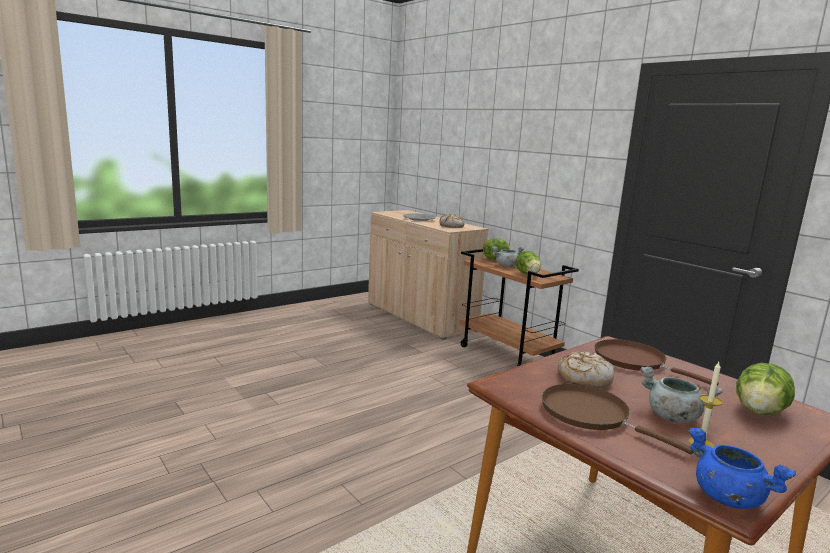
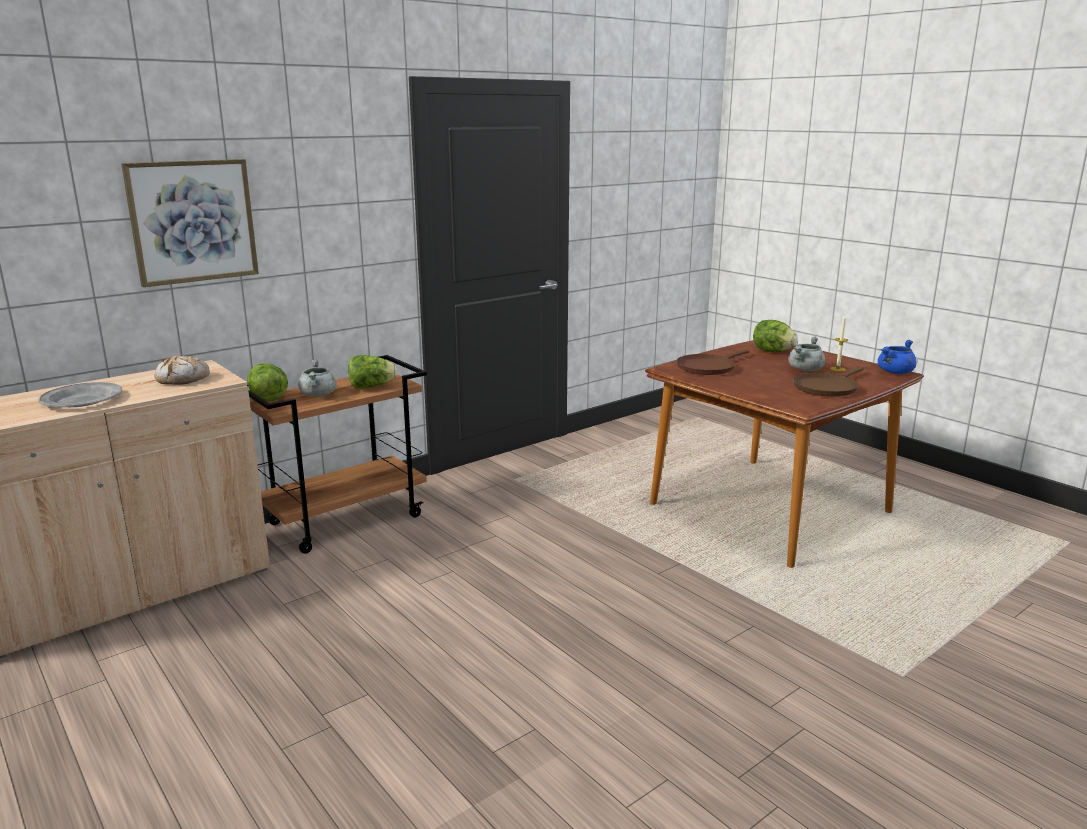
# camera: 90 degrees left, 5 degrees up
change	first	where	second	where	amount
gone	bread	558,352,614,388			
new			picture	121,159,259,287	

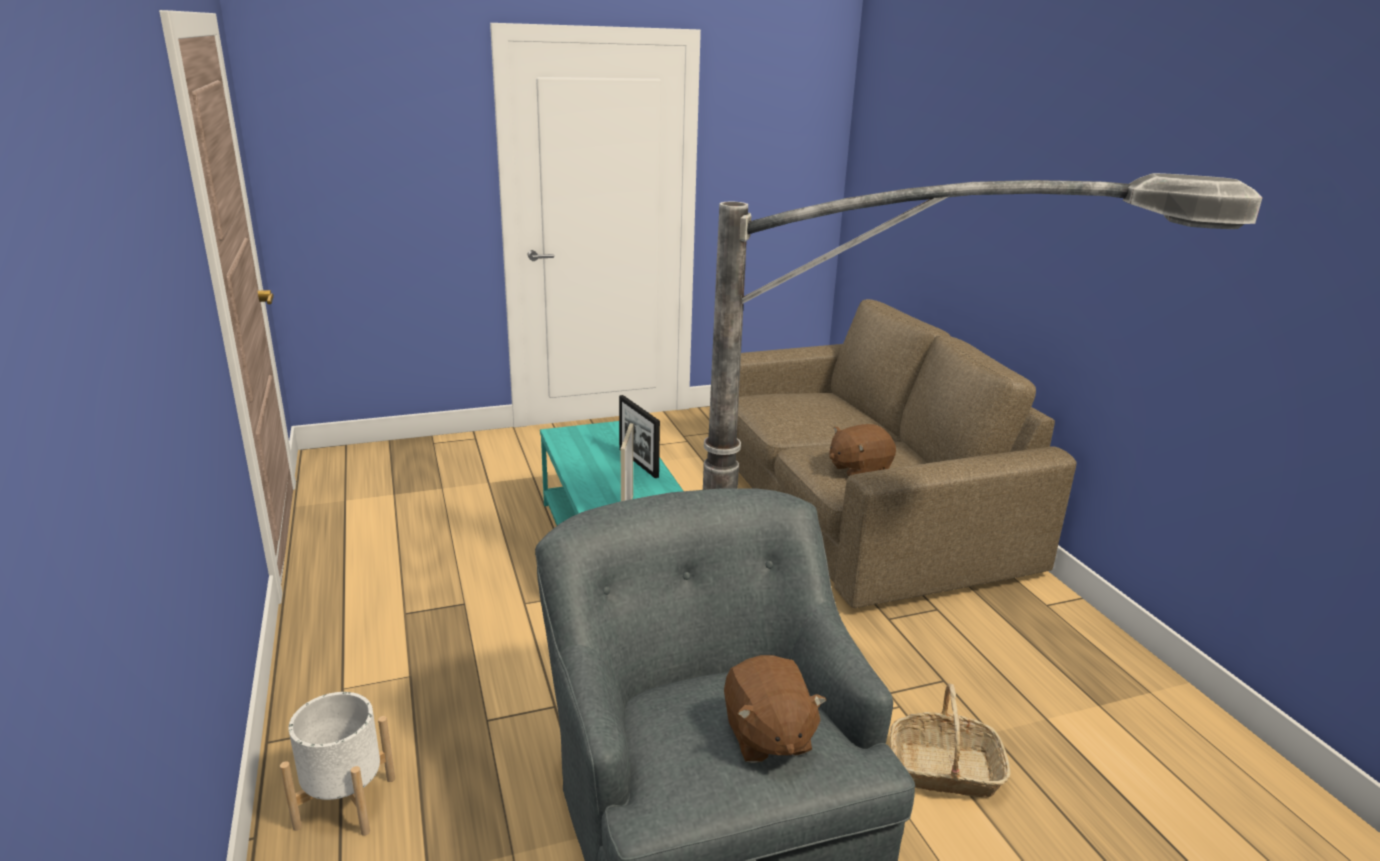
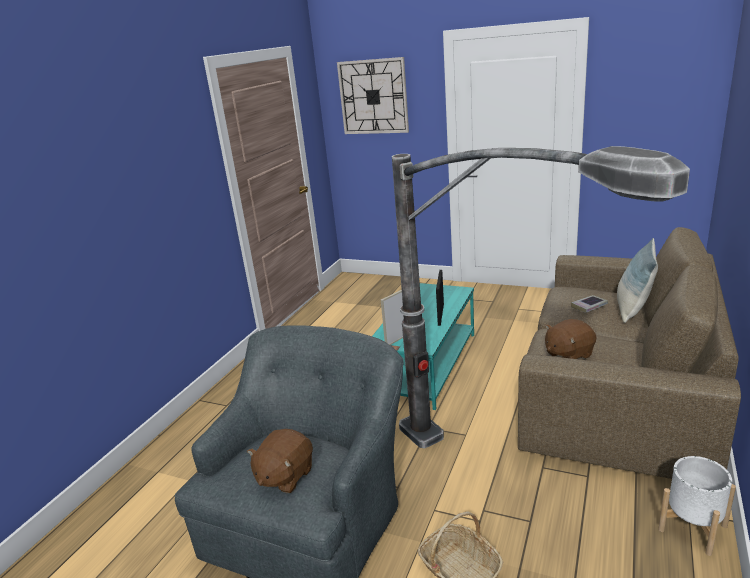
# camera: 45 degrees right, 0 degrees up
change	first	where	second	where	amount
shifted	white_planter	280,692,395,836		658,456,736,556	
rotated	brown_plush_toy	829,424,896,476		545,319,596,359	45 degrees counterclockwise
new			wall_clock	337,57,409,134	
new			book	571,295,608,313	
new			pillow	617,238,658,323	

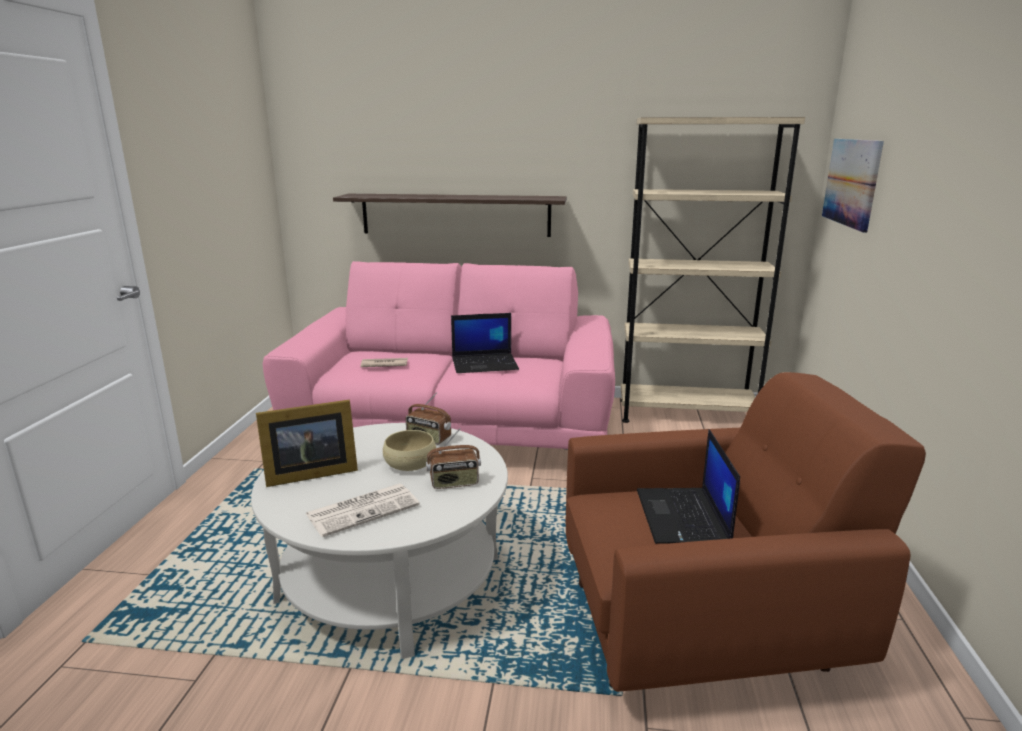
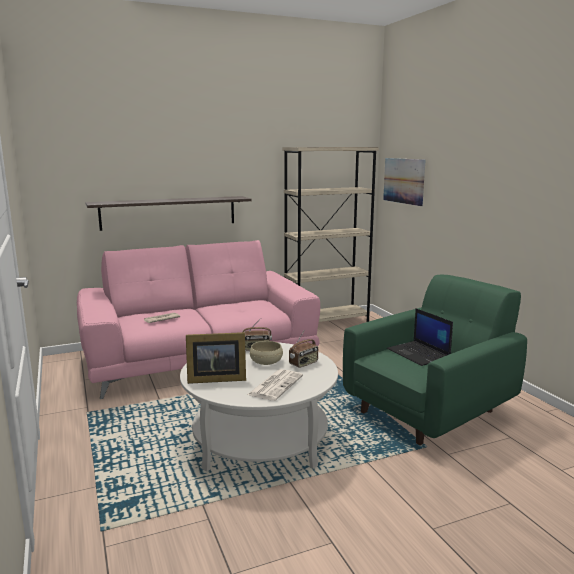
# camera: 30 degrees left, 5 degrees down
change	first	where	second	where	amount
rotated	picture_frame	256,400,358,487		186,332,246,384	45 degrees clockwise
gone	laptop	451,313,519,373			
repainted	brown_armchair	565,372,926,692	green_armchair	343,275,527,445	

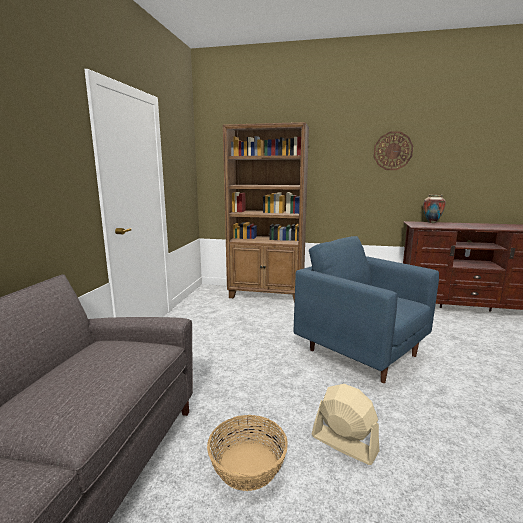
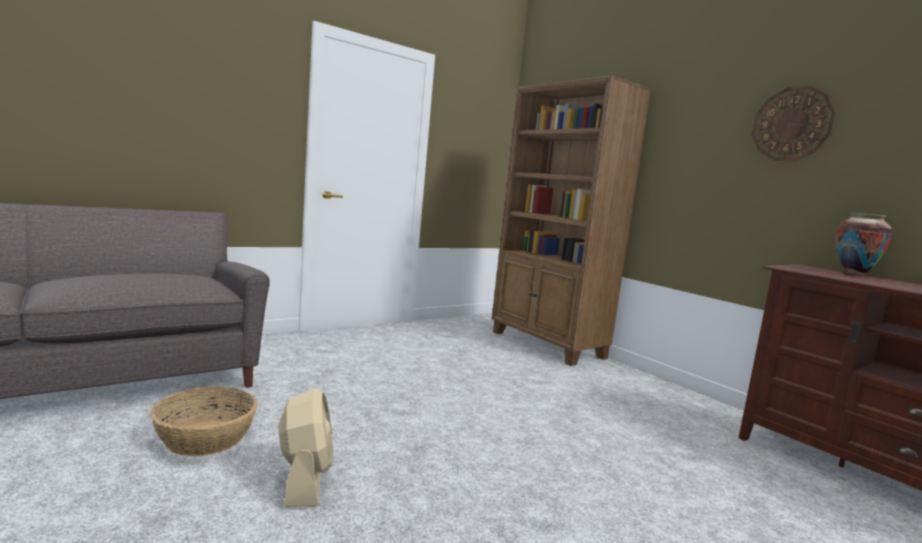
# camera: 40 degrees right, 5 degrees down
change	first	where	second	where	amount
gone	blue_armchair	294,236,439,383			

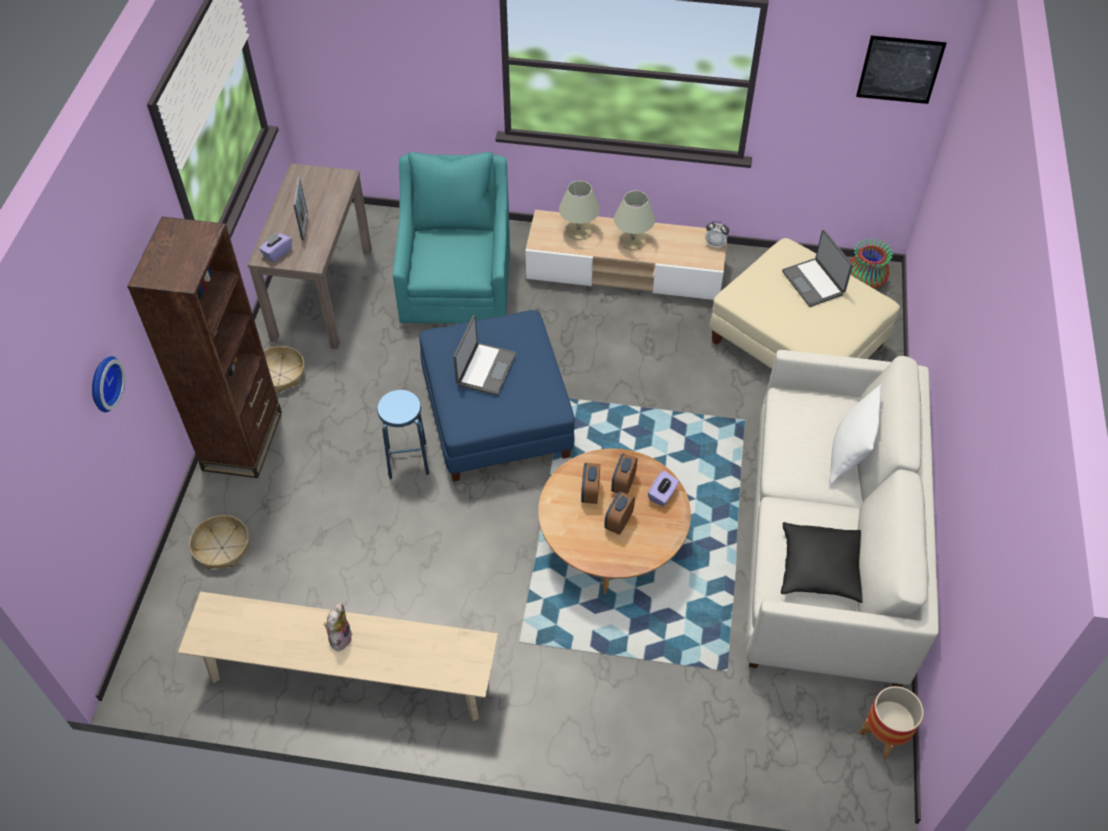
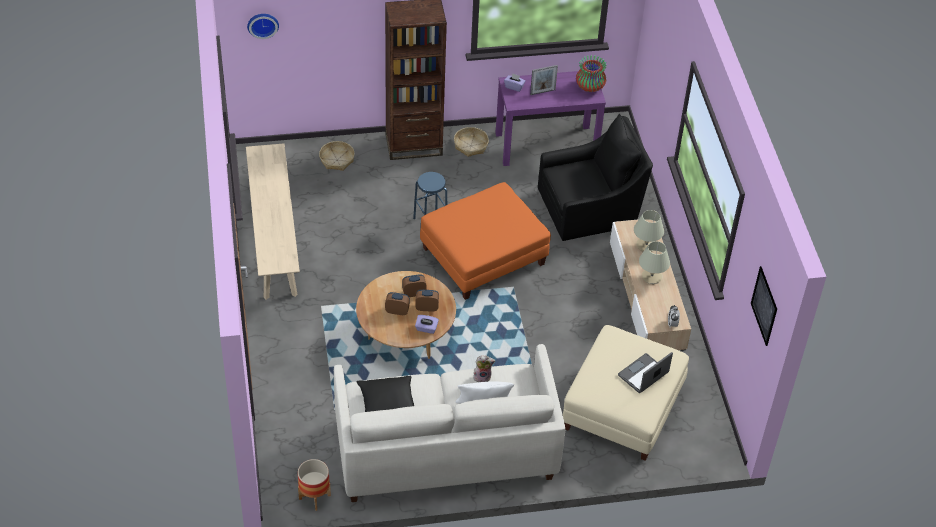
# camera: 70 degrees right, 5 degrees down
change	first	where	second	where	amount
shifted	wall_clock	92,356,125,412		247,14,279,39	
repainted	brown_console_table	248,163,372,349	purple_console_table	495,71,606,166	
shifted	plush_toy	324,602,353,651		473,355,495,382	
repainted	turquoise_armchair	393,152,510,324	black_armchair	538,113,653,241	
repainted	blue_ottoman	419,310,575,482	orange_ottoman	420,182,551,300	
gone	laptop	453,315,516,395			
shifted	vase	850,239,893,289		576,55,607,92	

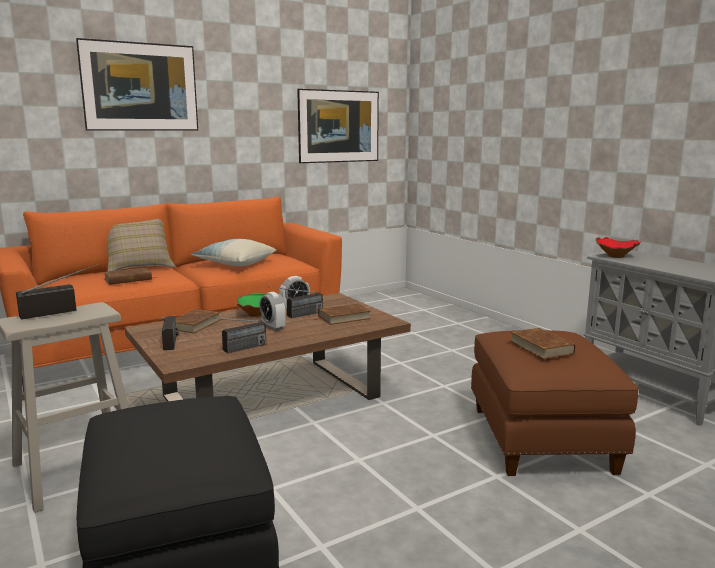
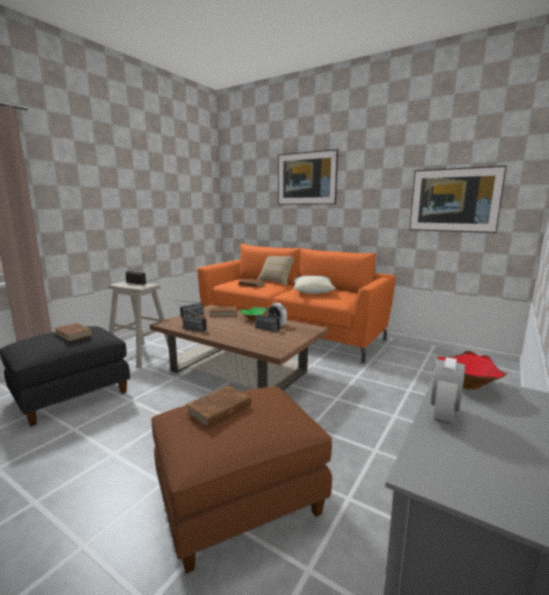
# camera: 65 degrees right, 0 degrees up
change	first	where	second	where	amount
shifted	alarm_clock	260,292,286,331		431,357,465,425	
shifted	brown_book	314,304,371,325		54,323,93,341	

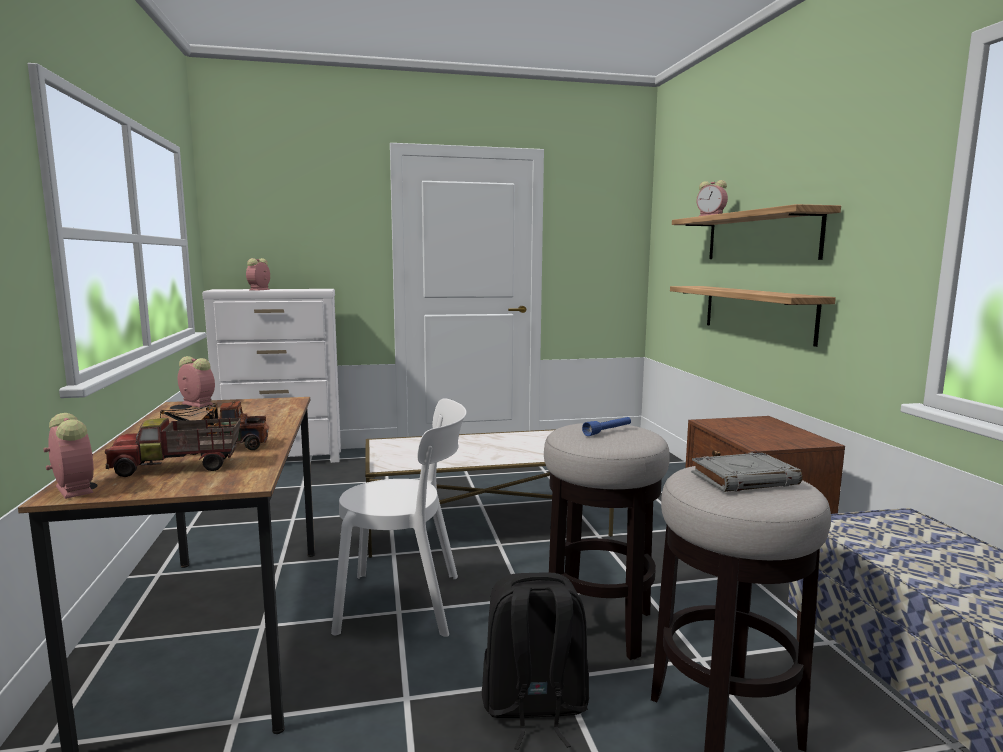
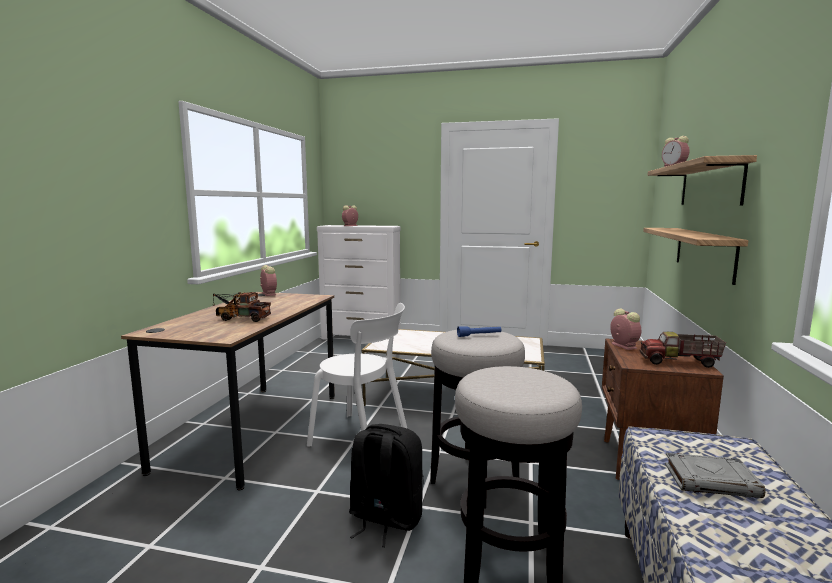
# camera: 25 degrees right, 0 degrees up
change	first	where	second	where	amount
shifted	alarm_clock	43,413,94,499		610,309,641,350	
shifted	toy_truck	105,418,241,477		640,332,726,368	
shifted	grey_book	691,452,802,492		665,453,765,498	

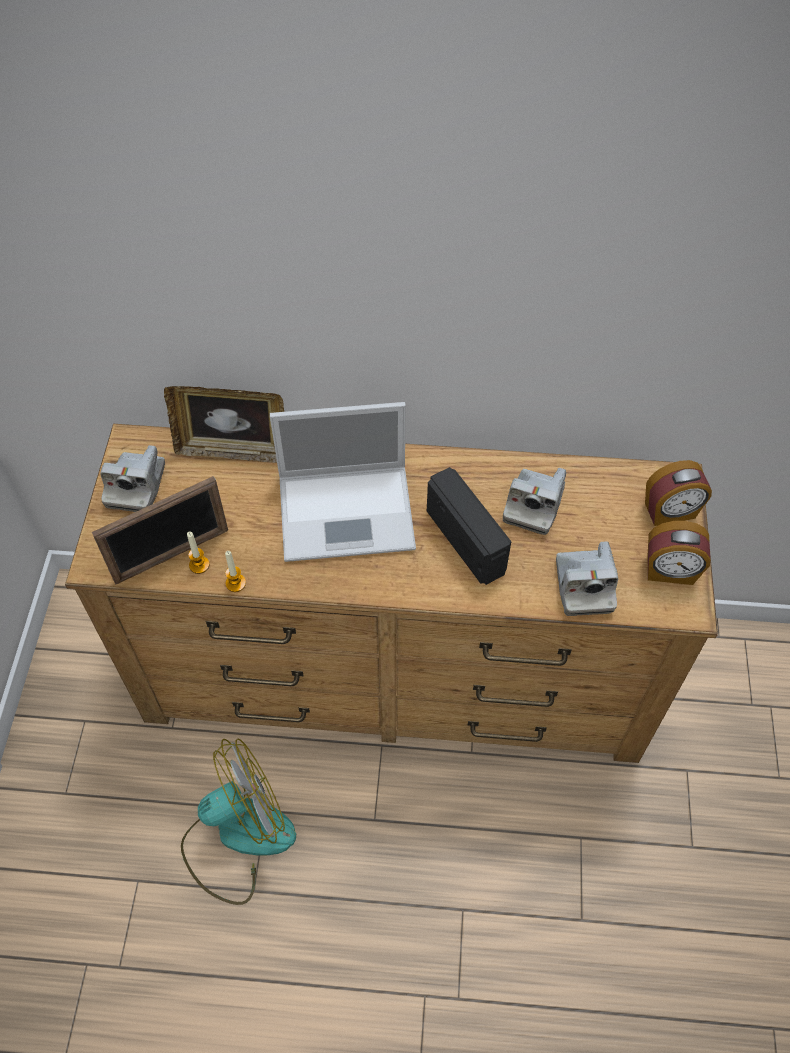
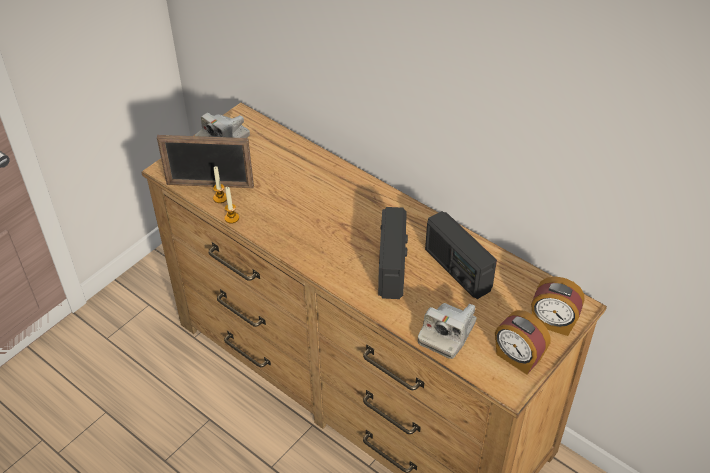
# camera: 35 degrees right, 10 degrees down
change	first	where	second	where	amount
gone	picture_frame	164,386,284,463			
gone	fan	181,738,296,905			
gone	laptop	270,402,416,562			
swapped	photo_camera	503,468,566,535	radio	425,211,497,299	

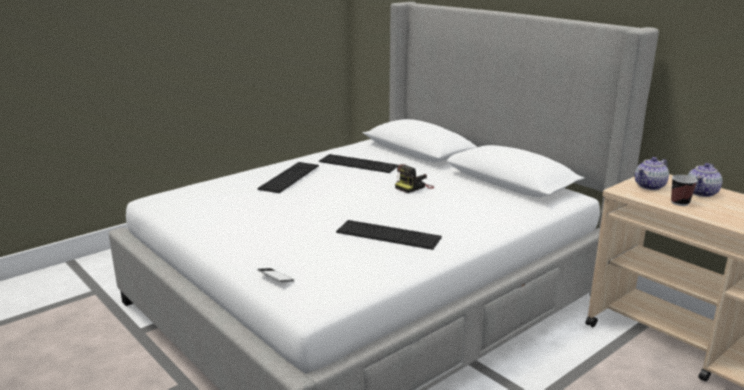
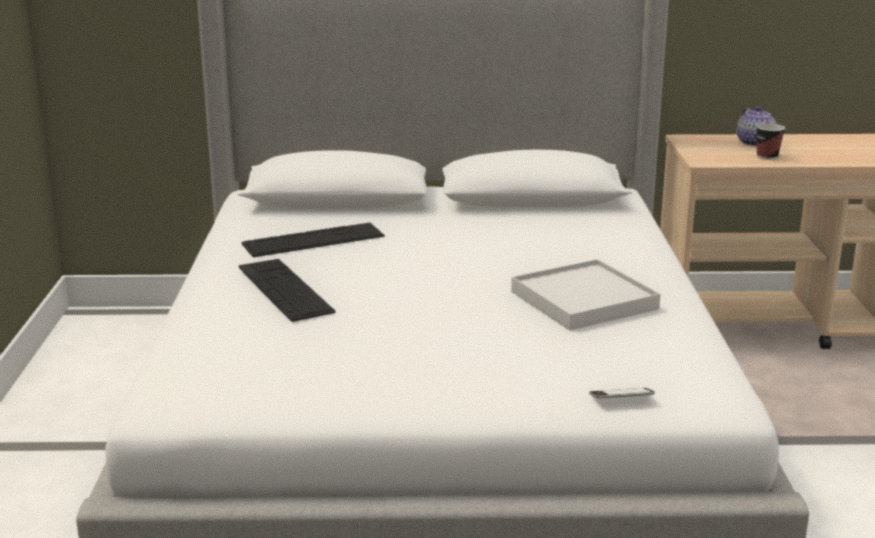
# camera: 50 degrees left, 0 degrees up
change	first	where	second	where	amount
swapped	keyboard	336,220,442,250	white_tray	511,259,661,330	
gone	photo_camera	395,164,434,193			
gone	teapot	635,157,669,190			

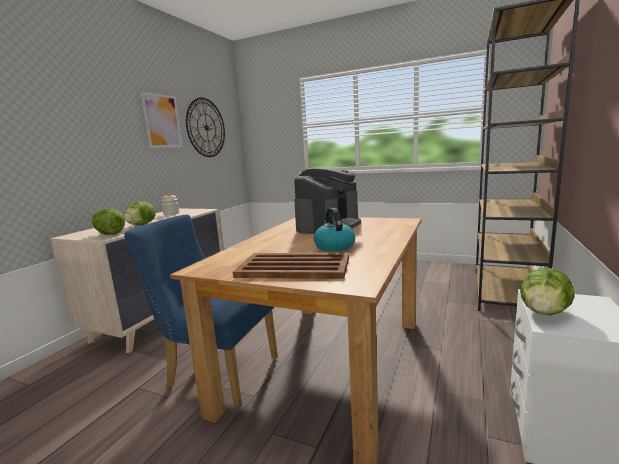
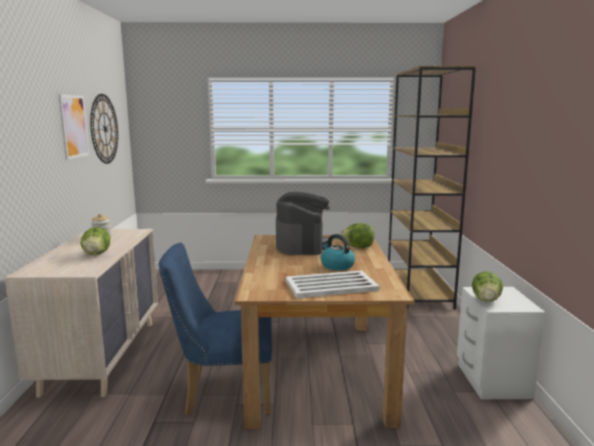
# camera: 25 degrees left, 0 degrees up
change	first	where	second	where	amount
shifted	lettuce	92,208,125,235		340,223,374,248	
repainted	brown_tray	233,253,349,279	white_tray	286,270,380,298	

